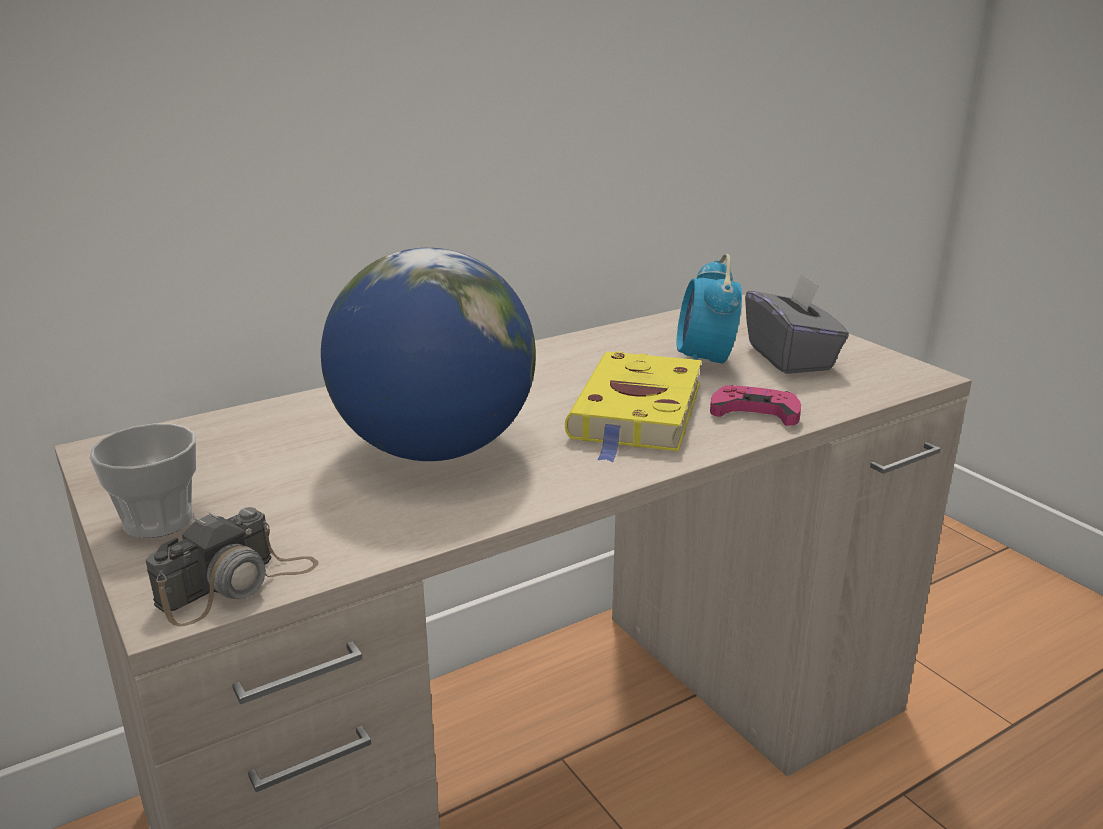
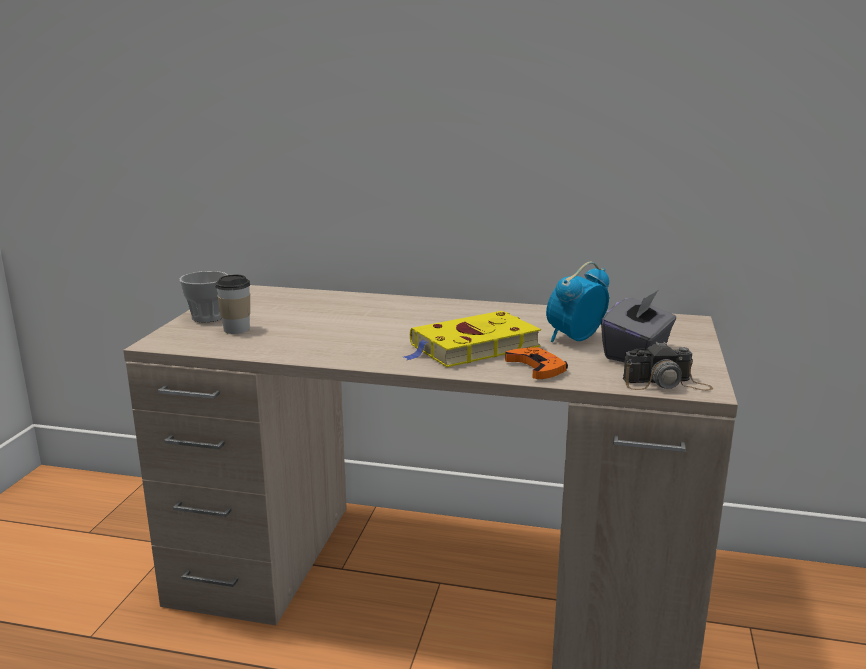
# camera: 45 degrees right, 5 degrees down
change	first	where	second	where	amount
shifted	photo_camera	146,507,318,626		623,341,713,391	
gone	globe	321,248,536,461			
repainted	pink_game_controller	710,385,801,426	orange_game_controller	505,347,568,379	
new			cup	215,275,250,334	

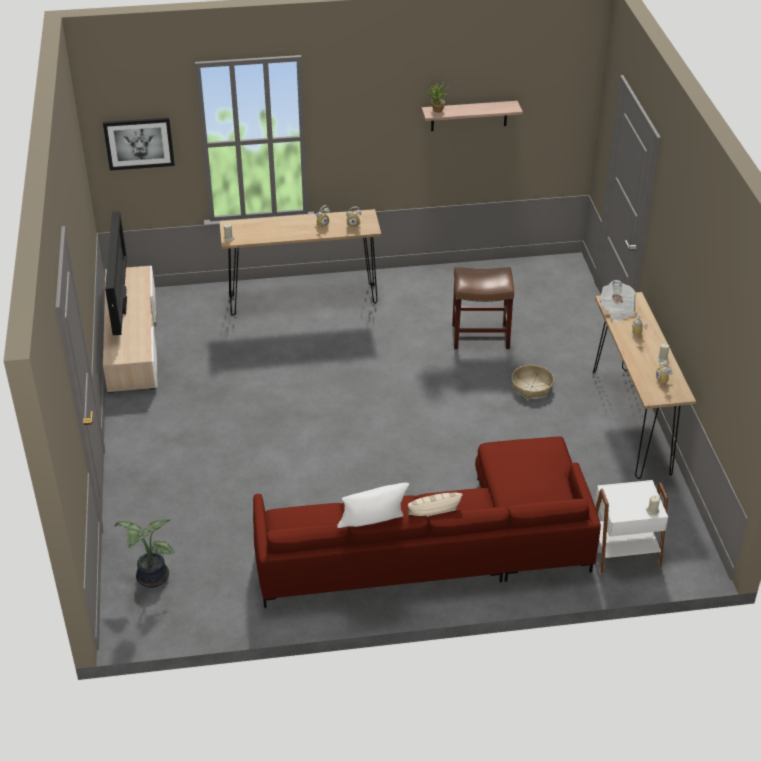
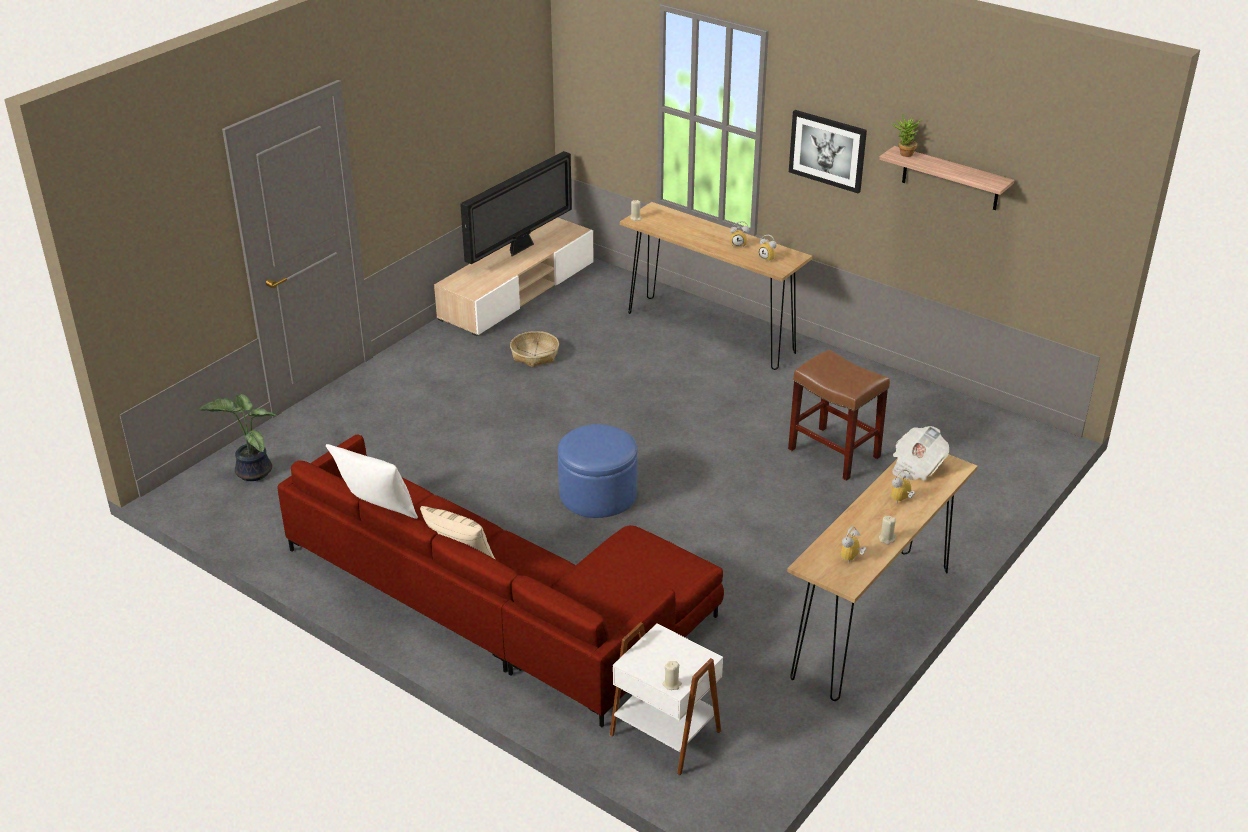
# camera: 45 degrees right, 5 degrees down
change	first	where	second	where	amount
shifted	picture	103,117,175,171		789,110,867,193	
shifted	basket	512,365,554,399		510,331,559,368	
new			blue_ottoman	558,424,637,518	

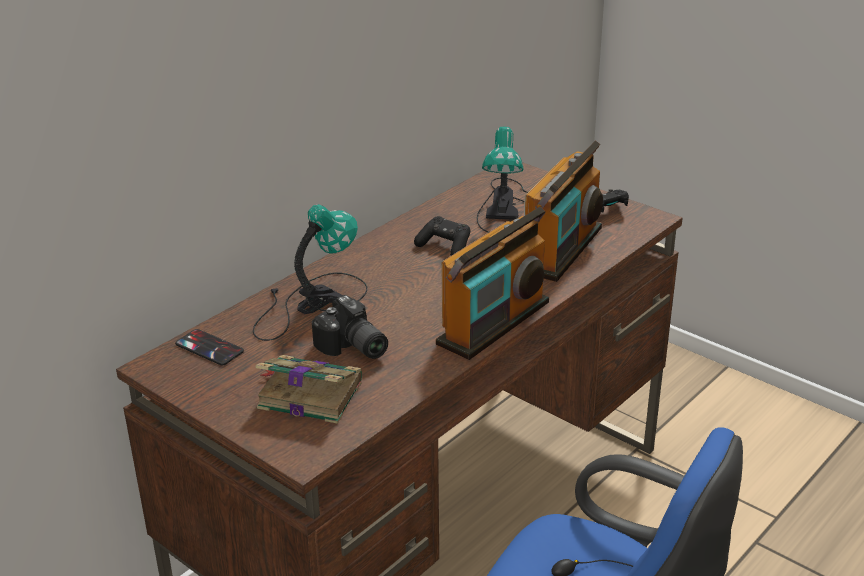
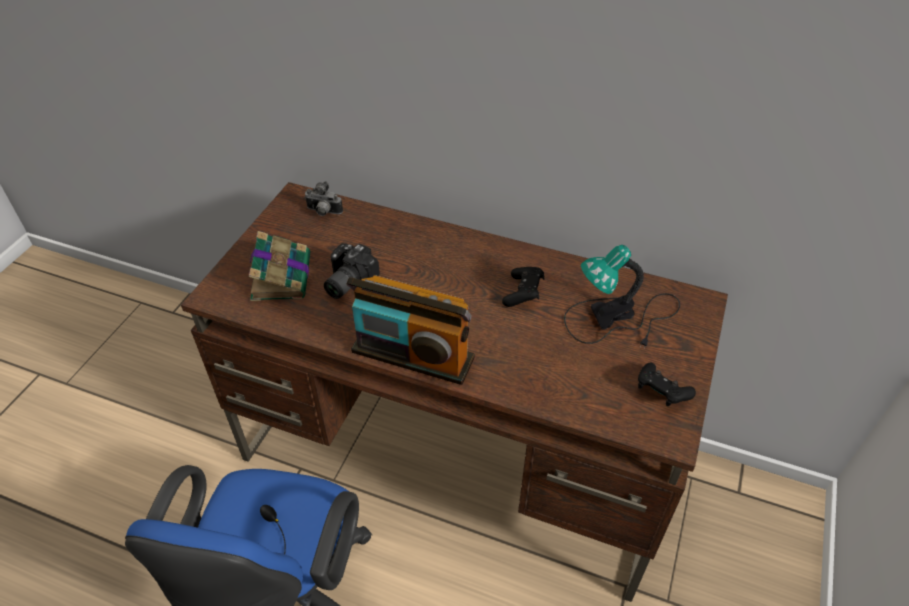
# camera: 70 degrees right, 15 degrees up
change	first	where	second	where	amount
swapped	phone	175,329,244,366	photo_camera	304,181,343,216	
gone	table_lamp	253,204,368,341			
gone	radio	524,140,603,282			

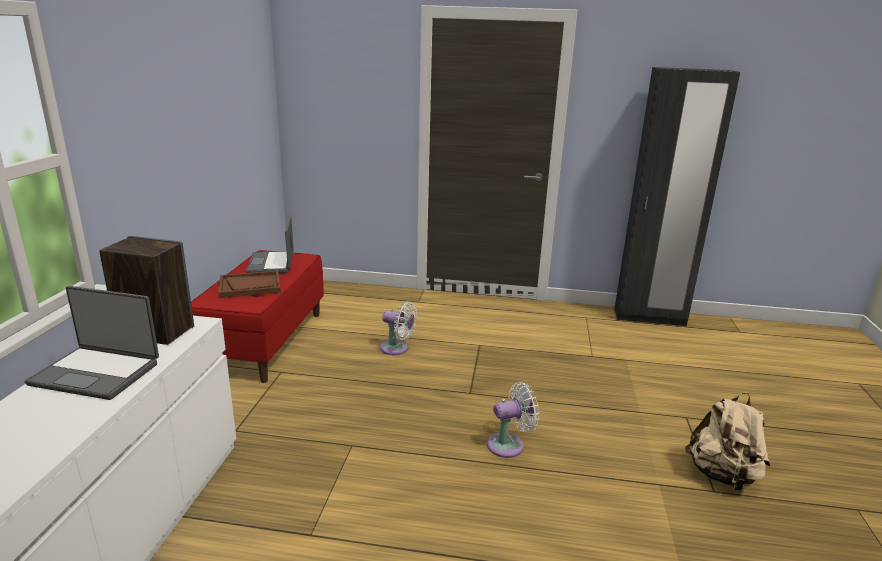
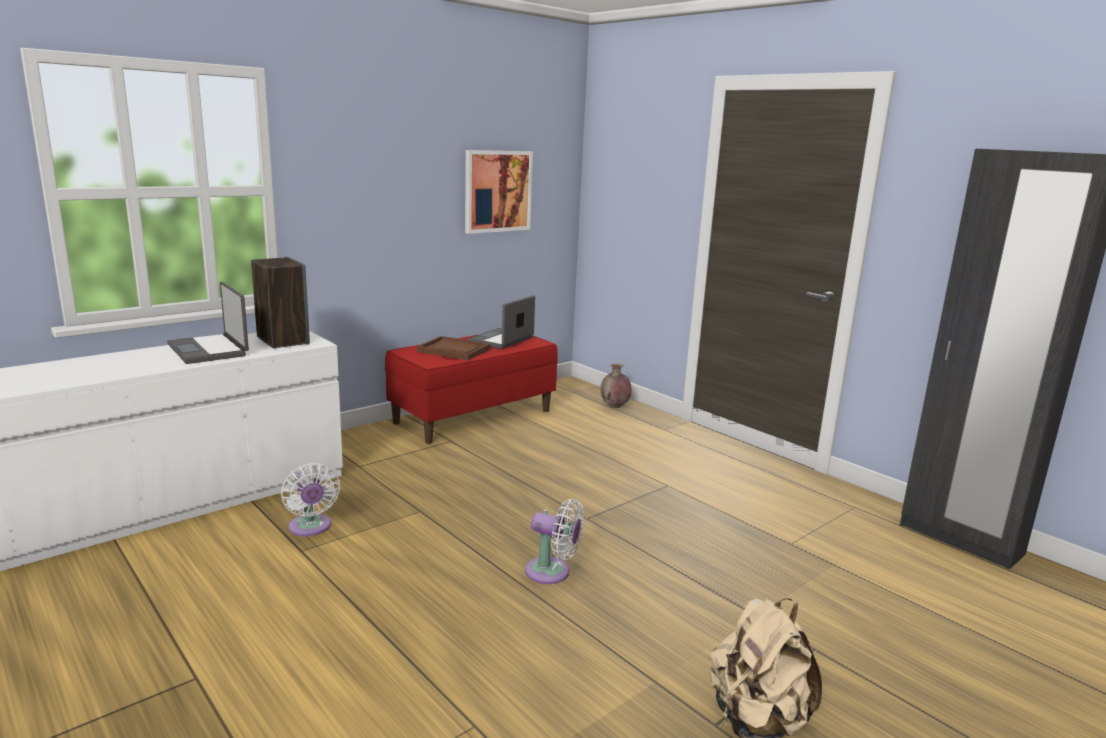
# camera: 40 degrees right, 5 degrees down
change	first	where	second	where	amount
shifted	white_fan	380,302,417,355		281,463,340,536	
new			picture	465,150,533,234	
new			brown_vase	600,363,632,408	

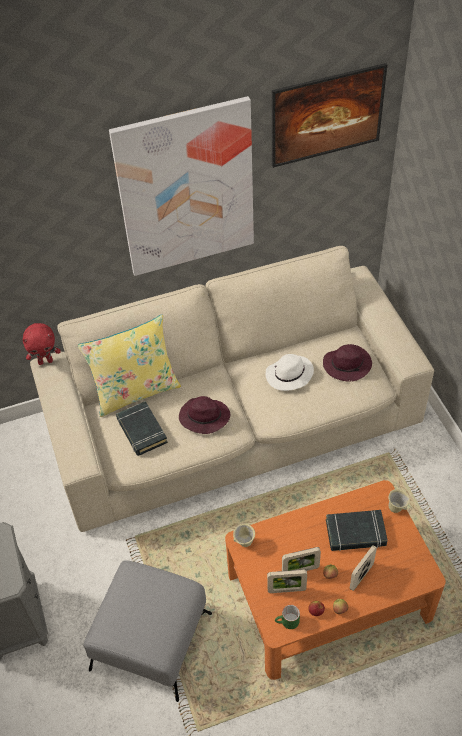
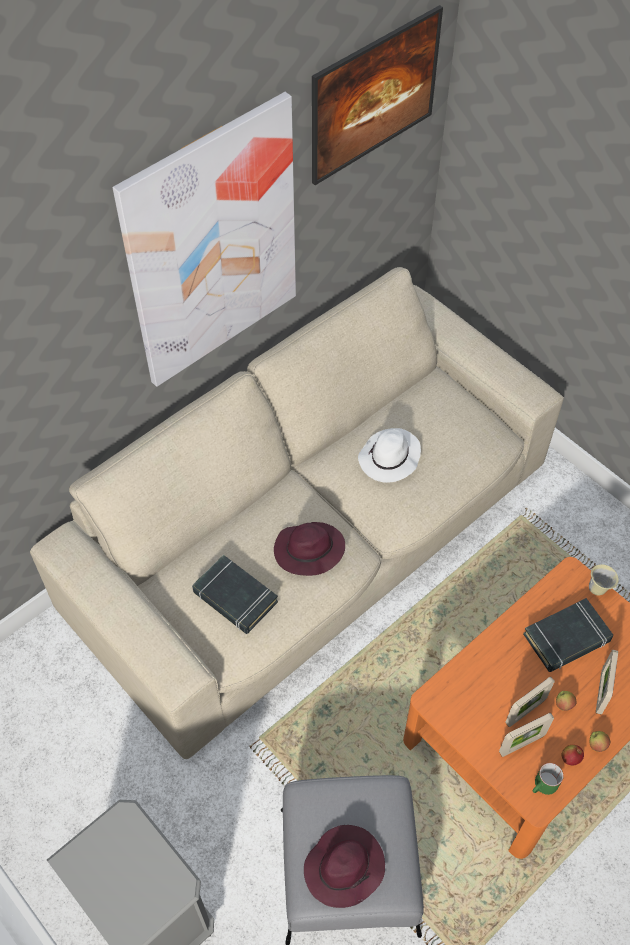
# camera: 25 degrees left, 5 degrees up
change	first	where	second	where	amount
gone	red_plush_toy	23,323,61,365			
gone	yellow_pillow	78,315,181,417			
gone	beige_mug	233,524,255,547			
shifted	purple_hat	323,344,372,382		304,825,385,908	

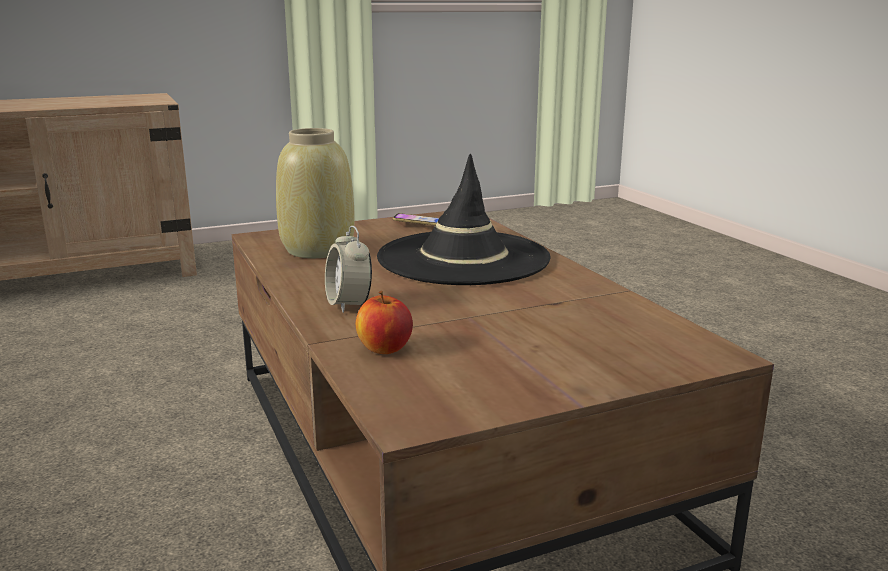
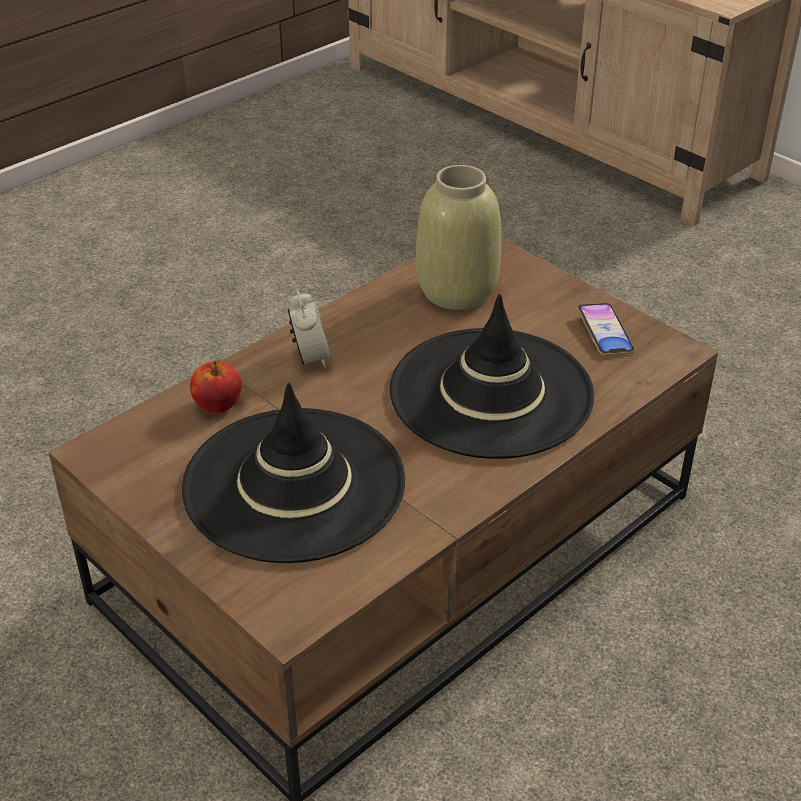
# camera: 70 degrees right, 20 degrees up
change	first	where	second	where	amount
rotated	alarm_clock	325,226,372,313		288,289,332,368	120 degrees clockwise
new			black_hat	182,383,405,563	

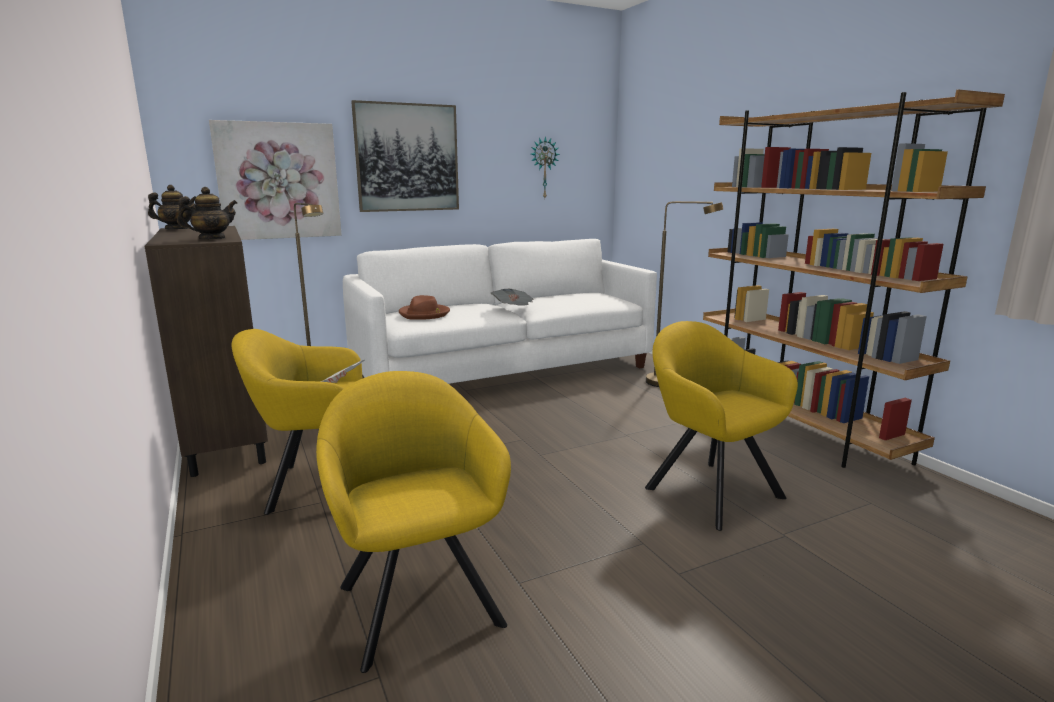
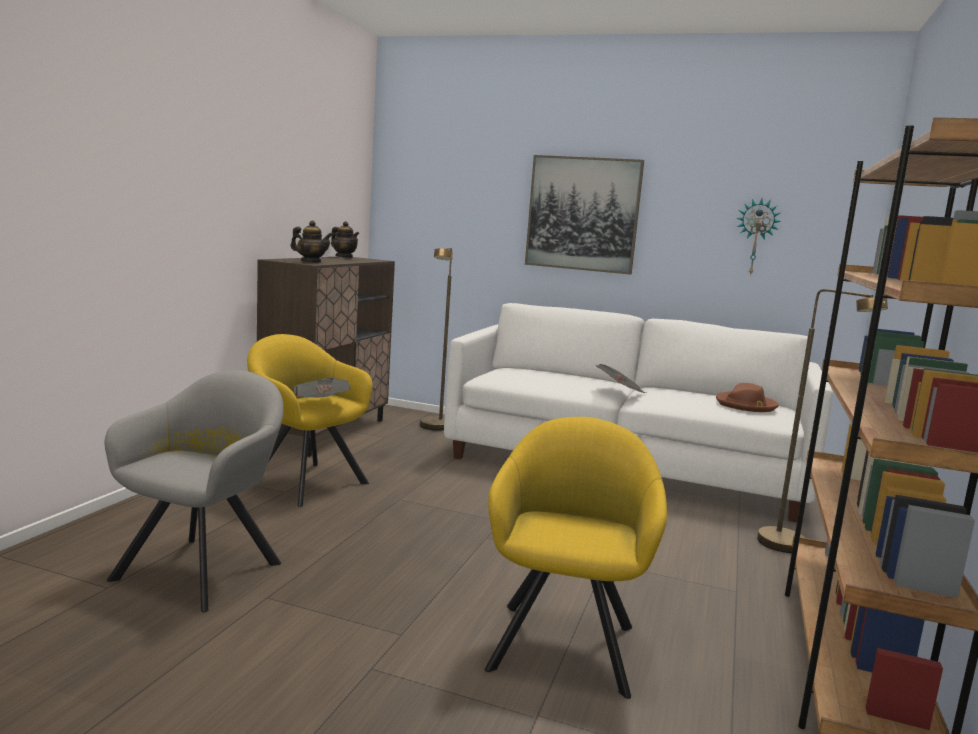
# camera: 45 degrees right, 5 degrees down
change	first	where	second	where	amount
gone	picture	209,120,342,240			
repainted	yellow_armchair	316,371,511,673	grey_armchair	104,371,283,612	
shifted	brown_hat	399,295,450,320		716,383,779,412	

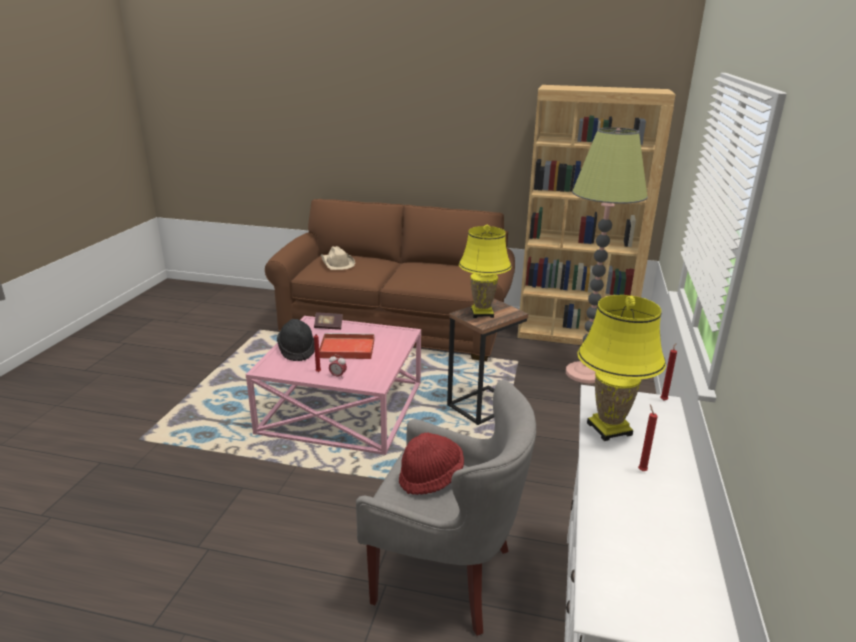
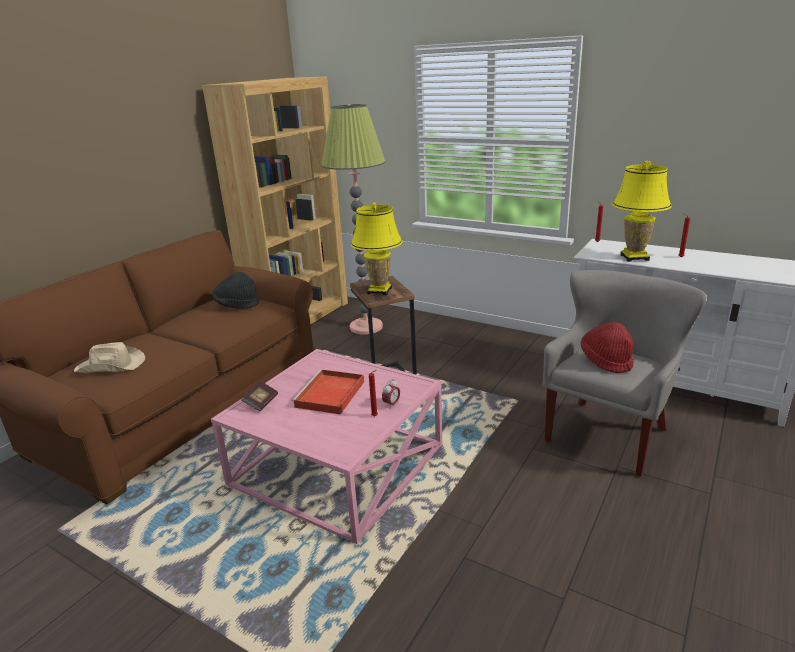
# camera: 70 degrees left, 0 degrees up
change	first	where	second	where	amount
shifted	black_hat	277,319,315,361		212,272,260,309	

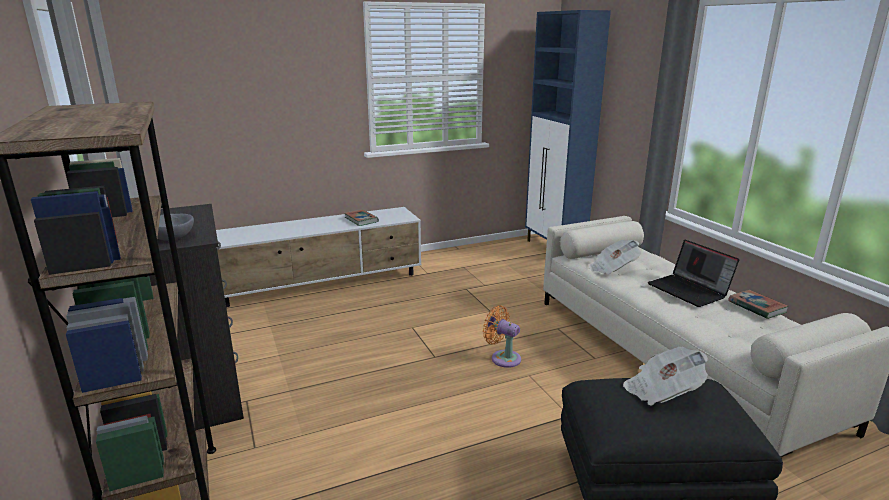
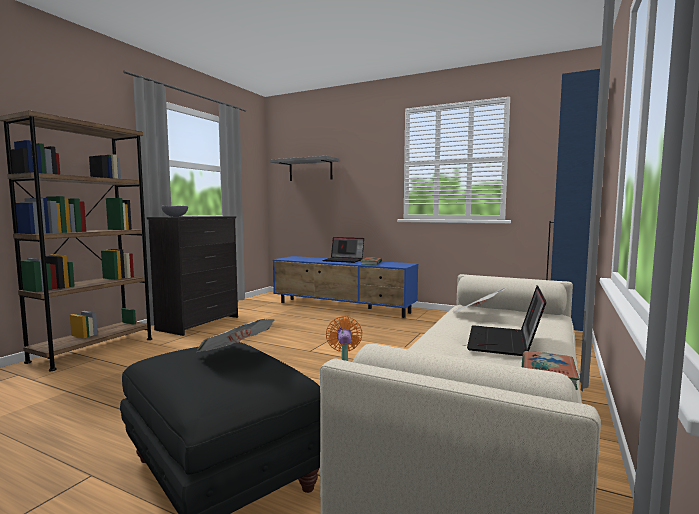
# camera: 50 degrees right, 15 degrees down
change	first	where	second	where	amount
repainted	white_tv_stand	216,207,422,307	blue_tv_stand	273,256,418,318	
new			grey_shelf	270,156,339,181	
new			laptop	323,237,364,263	

